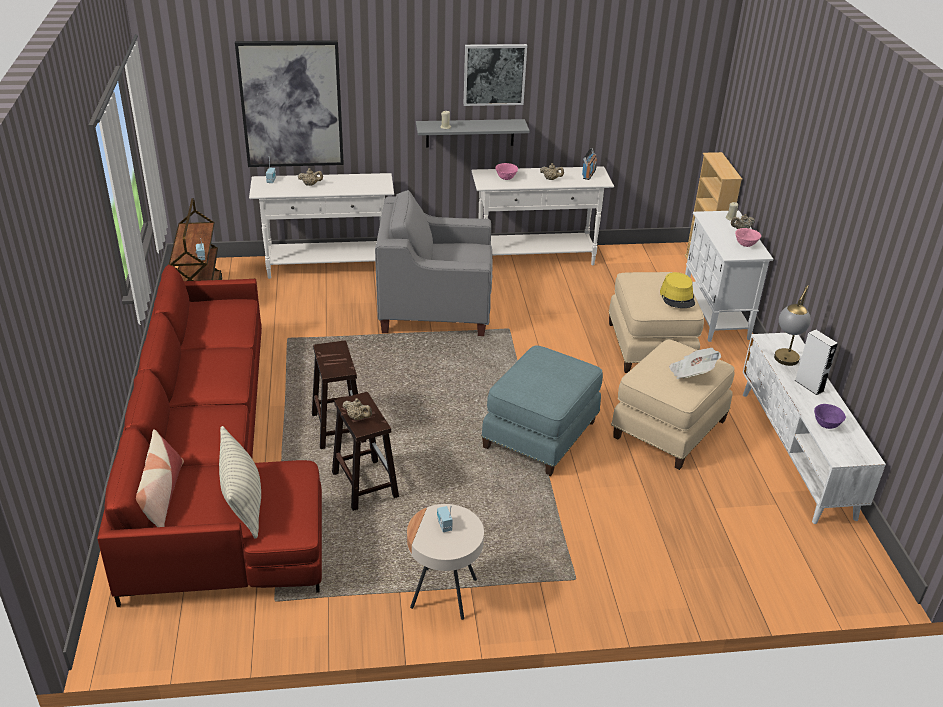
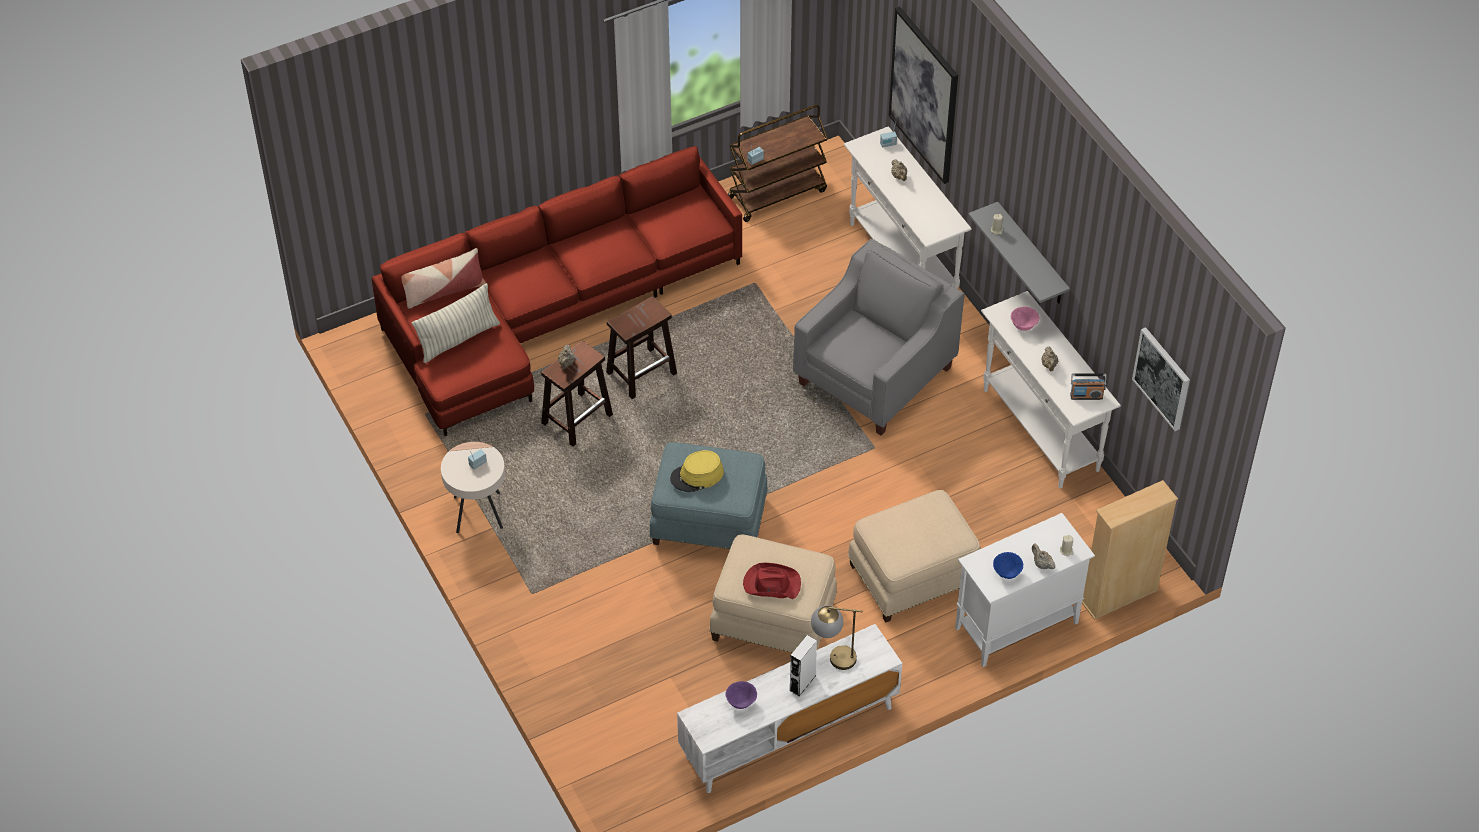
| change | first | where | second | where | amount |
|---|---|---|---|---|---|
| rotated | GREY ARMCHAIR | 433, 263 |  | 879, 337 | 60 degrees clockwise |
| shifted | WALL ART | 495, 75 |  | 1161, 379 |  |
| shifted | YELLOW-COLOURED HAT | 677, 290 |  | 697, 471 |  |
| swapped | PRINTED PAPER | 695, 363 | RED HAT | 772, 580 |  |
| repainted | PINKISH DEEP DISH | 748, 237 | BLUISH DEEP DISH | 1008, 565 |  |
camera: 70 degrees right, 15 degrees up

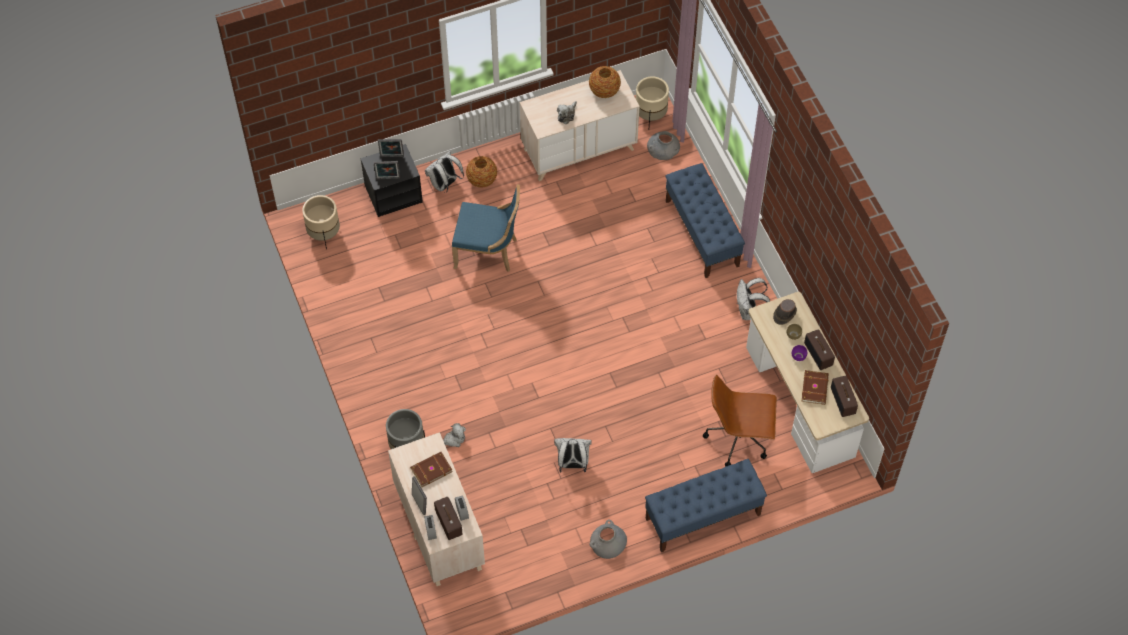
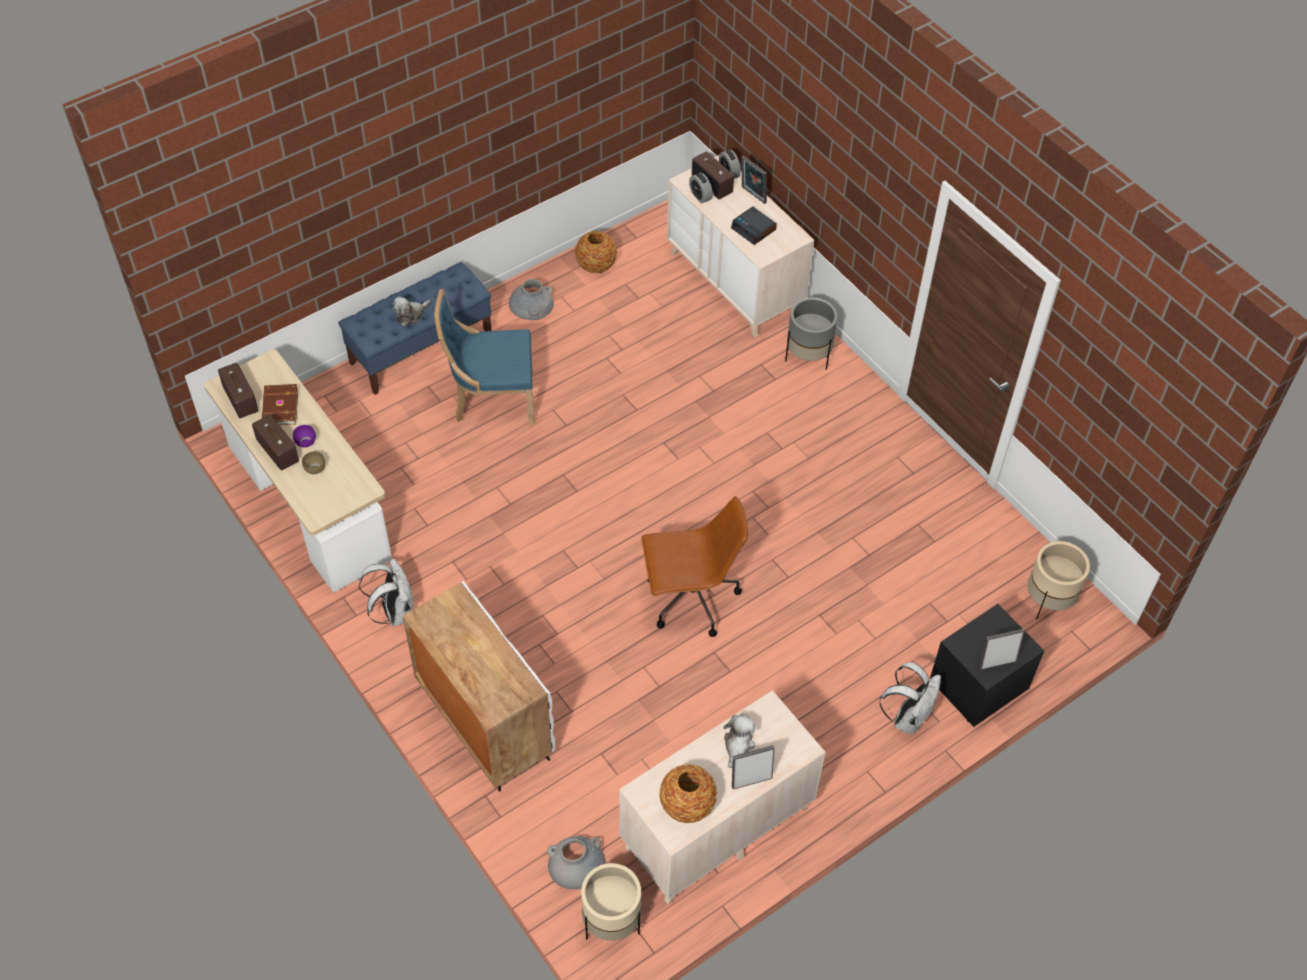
| change | first | where | second | where | amount |
|---|---|---|---|---|---|
| shifted | PICTURE FRAME | 387, 170 |  | 753, 767 |  |
| swapped | BROWNISH VOLUME | 431, 469 | TABLE CLOCK | 754, 225 |  |
| shifted | SOFT TOY | 454, 435 |  | 412, 312 |  |
| shifted | BLUISH PLAIN CHAIR | 486, 228 |  | 484, 357 |  |
| shifted | FLOWER VASE | 481, 171 |  | 596, 252 |  |
| gone | WHITISH KNAPSACK | 573, 455 |  |  |  |
| swapped | BLUISH LONG SEAT | 705, 220 | WHITISH CABINET | 478, 686 |  |
| shifted | BROWNISH OFFICE CHAIR | 740, 420 |  | 694, 566 |  |
| gone | BROWNISH HAT | 785, 312 |  |  |  |
camera: 165 degrees right, 5 degrees down

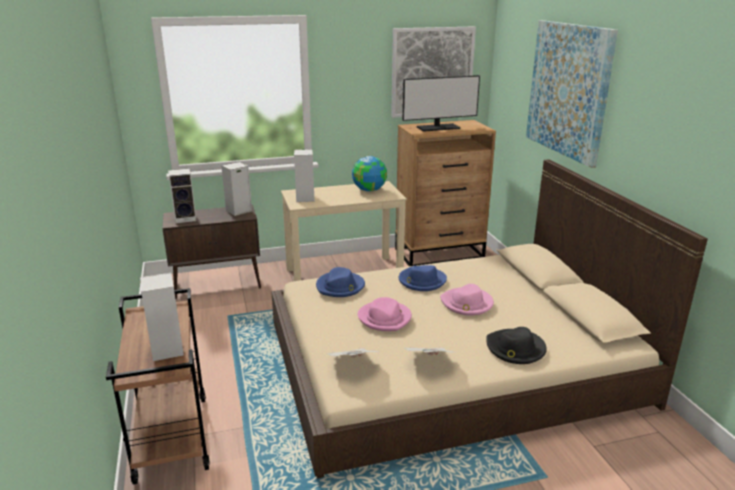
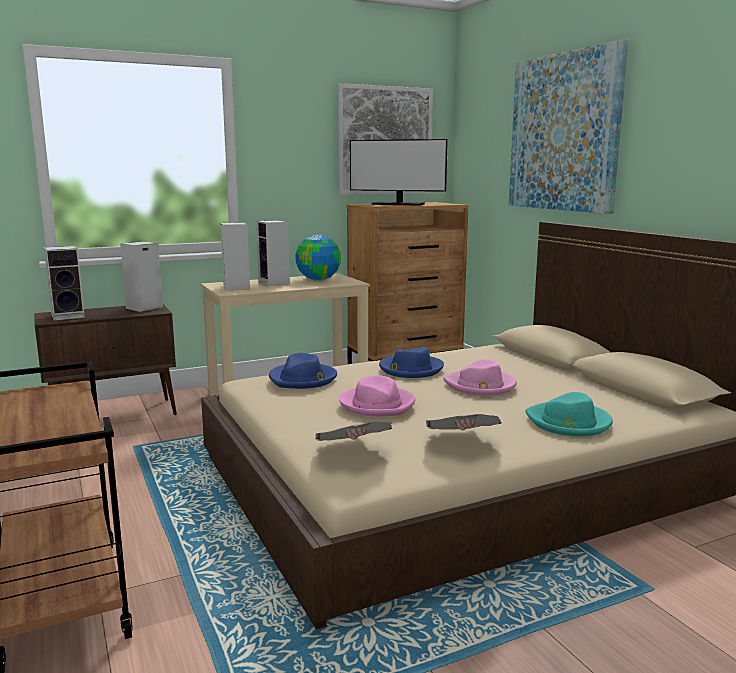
| change | first | where | second | where | amount |
|---|---|---|---|---|---|
| shifted | LOUDSPEAKER | 162, 317 |  | 273, 253 |  |
| rotated | COMPUTER DISPLAY | 441, 103 |  | 399, 172 | 45 degrees clockwise |
| repainted | BLACKISH HAT | 516, 345 | TURQUOISE HAT | 569, 414 |  |
camera: 10 degrees left, 10 degrees down

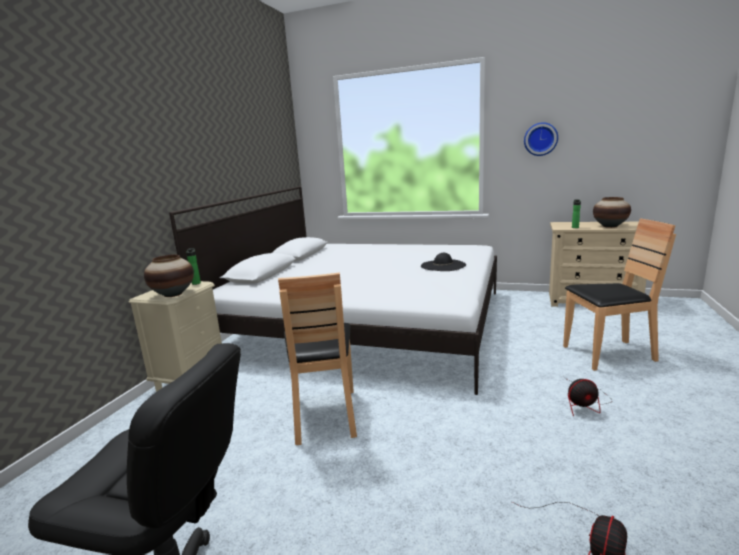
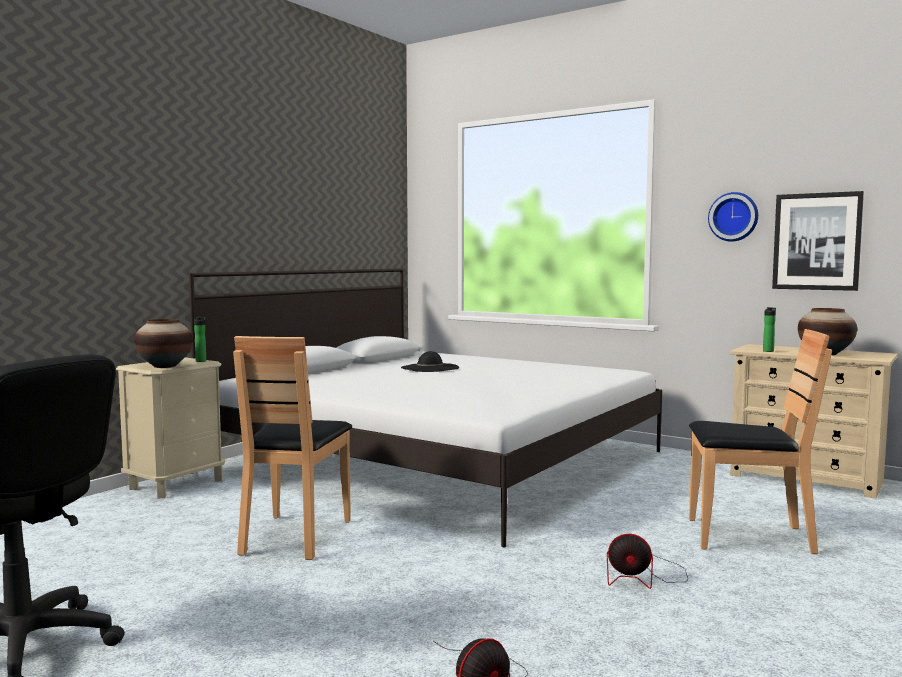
| change | first | where | second | where | amount |
|---|---|---|---|---|---|
| shifted | BLACKISH HAT | 443, 262 |  | 430, 361 |  |
| new |  |  | WALL ART | 818, 241 |  |
camera: 15 degrees right, 10 degrees down

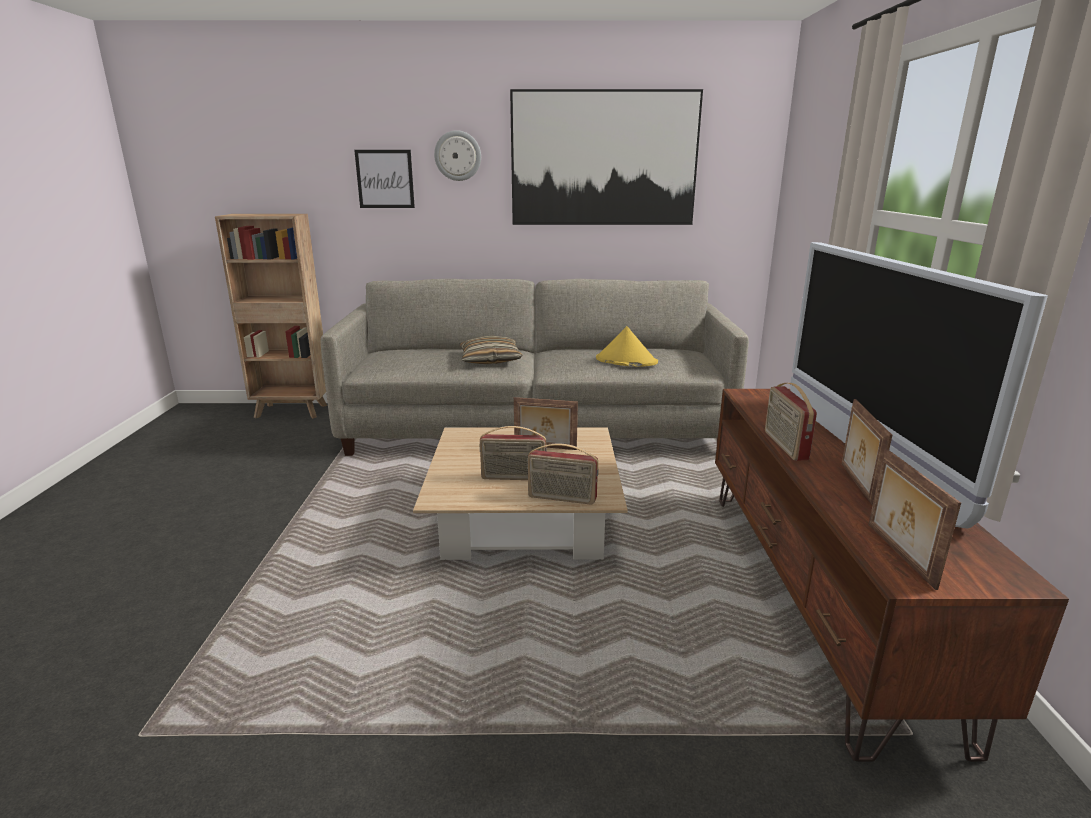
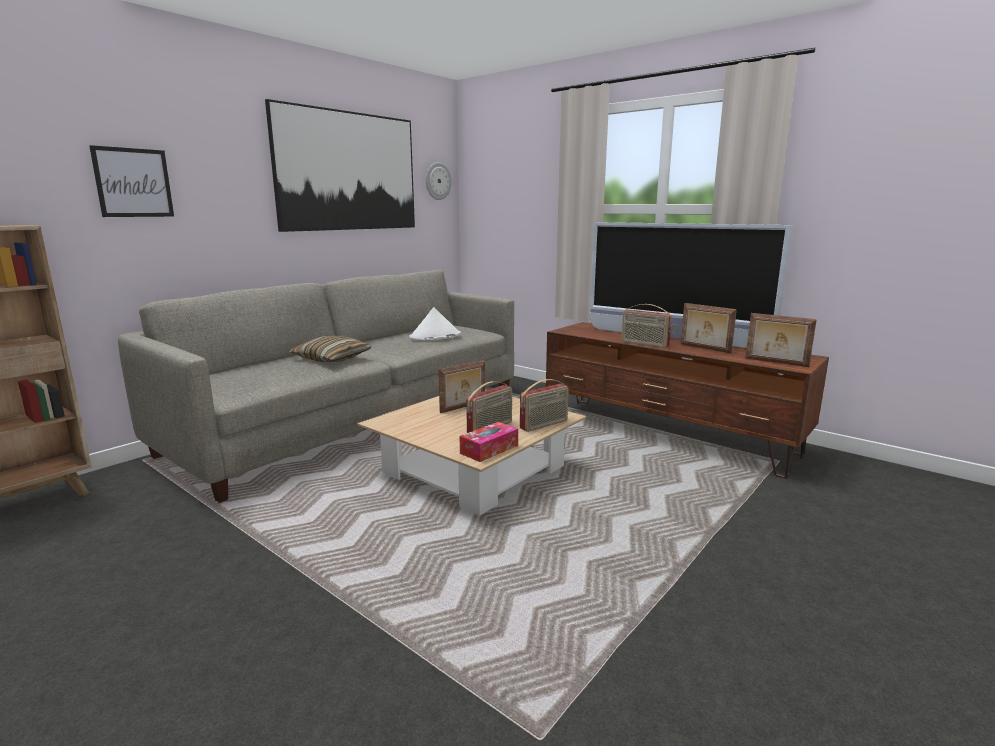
| change | first | where | second | where | amount |
|---|---|---|---|---|---|
| shifted | HANGING CLOCK | 457, 155 |  | 439, 181 |  |
| repainted | YELLOW-COLOURED HAT | 627, 346 | WHITISH HAT | 435, 324 |  |
| new |  |  | TISSUE BOX | 489, 442 |  |
camera: 50 degrees left, 5 degrees down

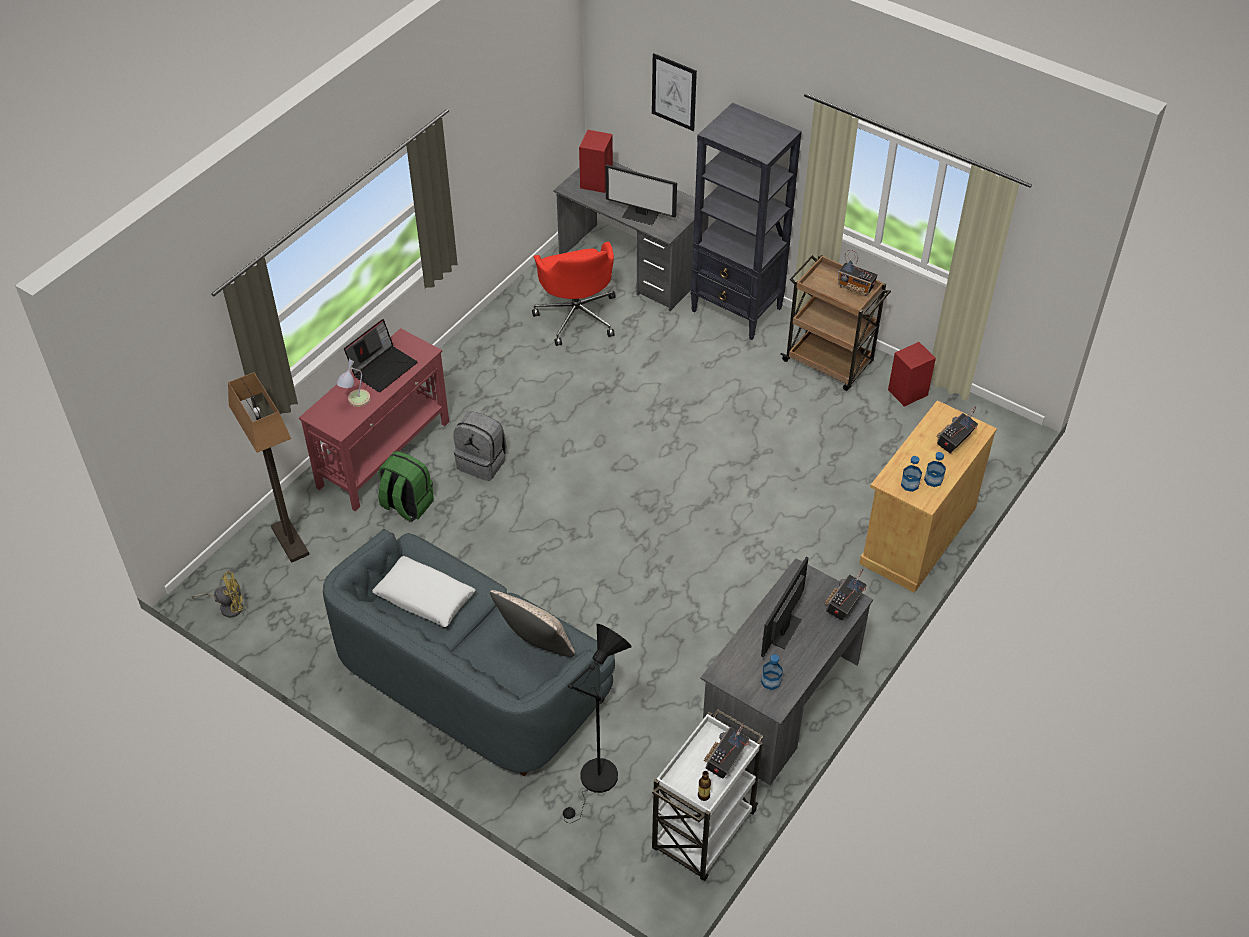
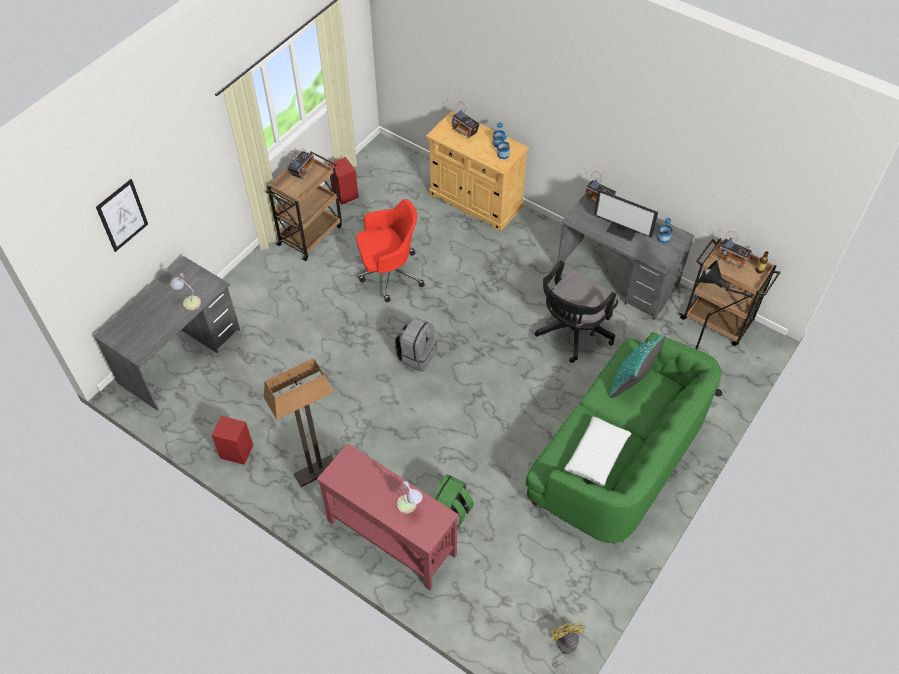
| change | first | where | second | where | amount |
|---|---|---|---|---|---|
| shifted | STANDING LAMP | 268, 467 |  | 299, 422 |  |
| repainted | GREY SOFA | 469, 652 | GREEN-COLOURED SOFA | 623, 437 |  |
| gone | NOTEBOOK COMPUTER | 380, 355 |  |  |  |
| shifted | GREY KNAPSACK | 480, 446 |  | 415, 344 |  |
| repainted | BEIGE-COLOURED THROW PILLOW | 532, 623 | TURQUOISE THROW PILLOW | 637, 366 |  |
| shifted | RED OFFICE CHAIR | 574, 294 |  | 390, 250 |  |
| shifted | RED LOUDSPEAKER | 596, 161 |  | 232, 440 |  |
| swapped | COMPUTER DISPLAY | 641, 195 | TABLETOP LAMP | 185, 291 |  |
| repainted | WHITISH CART | 708, 795 | BROWNISH CART | 730, 292 |  |
| gone | BLACKISH SHELVING UNIT | 746, 221 |  |  |  |
| new |  |  | BLACKISH OFFICE CHAIR | 576, 312 |  |
camera: 90 degrees left, 5 degrees up

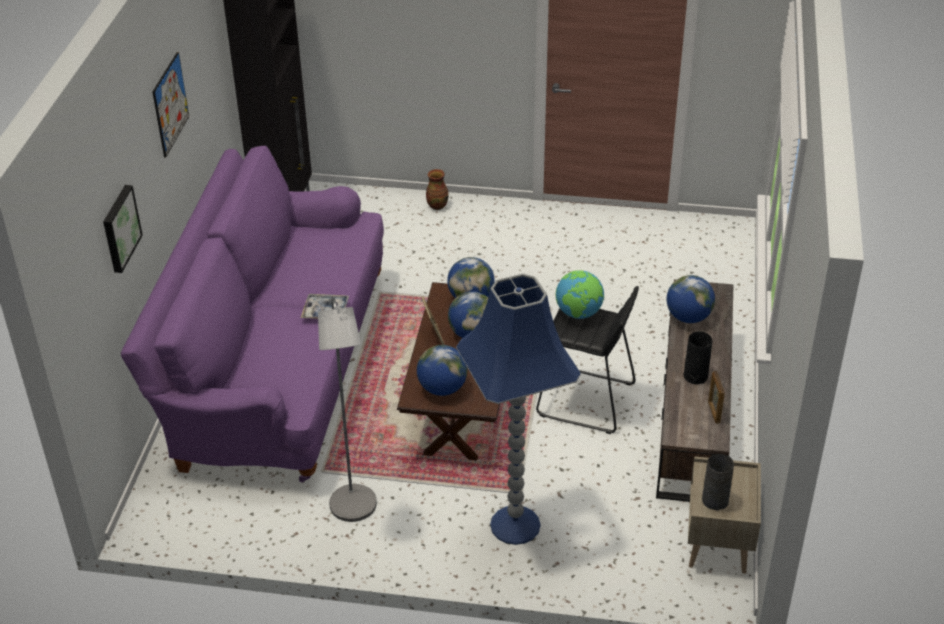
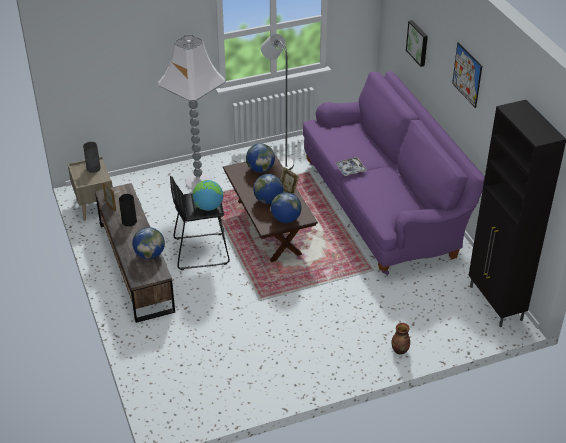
| change | first | where | second | where | amount |
|---|---|---|---|---|---|
| repainted | BLUISH STANDING LAMP | 518, 409 | WHITISH STANDING LAMP | 191, 112 |  |
camera: 150 degrees right, 0 degrees up

